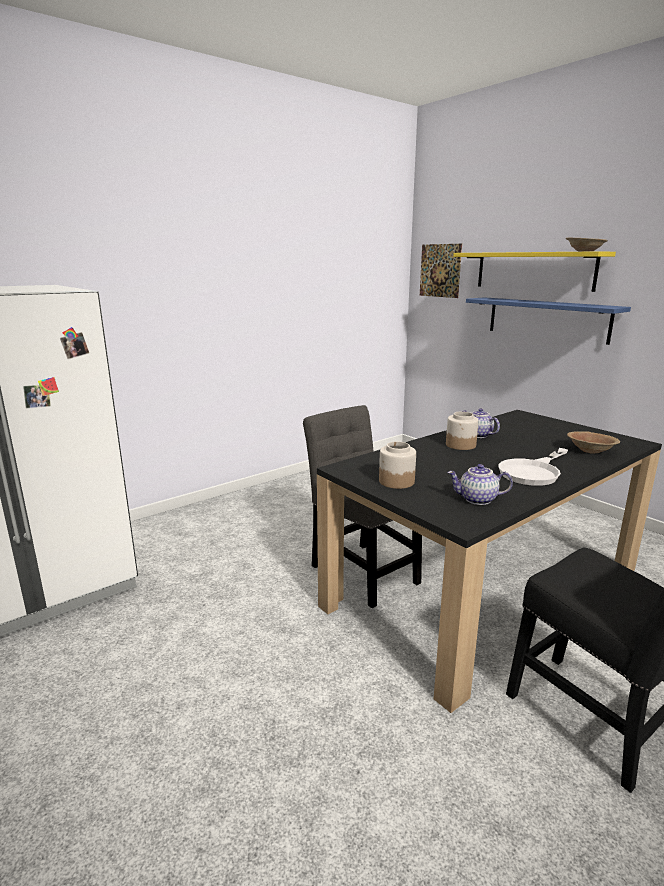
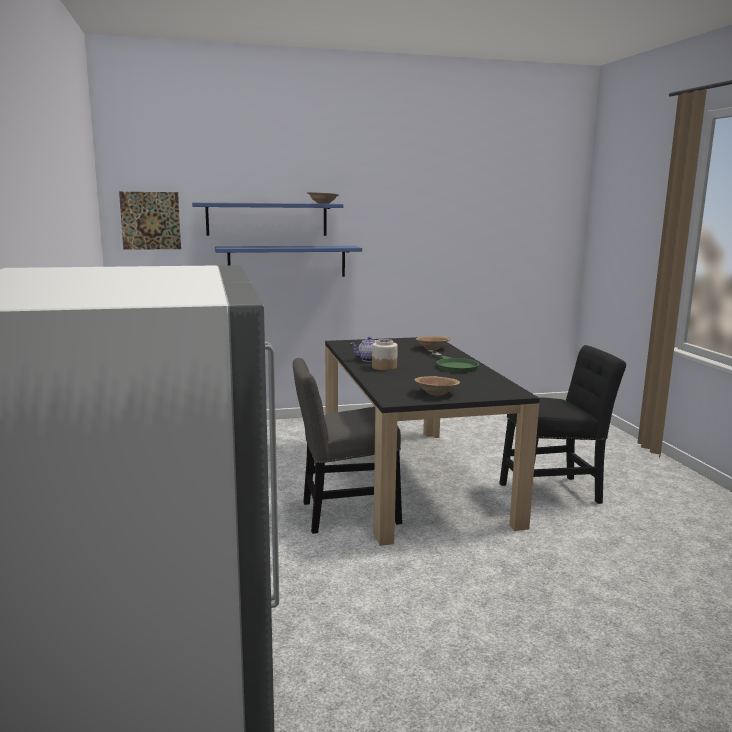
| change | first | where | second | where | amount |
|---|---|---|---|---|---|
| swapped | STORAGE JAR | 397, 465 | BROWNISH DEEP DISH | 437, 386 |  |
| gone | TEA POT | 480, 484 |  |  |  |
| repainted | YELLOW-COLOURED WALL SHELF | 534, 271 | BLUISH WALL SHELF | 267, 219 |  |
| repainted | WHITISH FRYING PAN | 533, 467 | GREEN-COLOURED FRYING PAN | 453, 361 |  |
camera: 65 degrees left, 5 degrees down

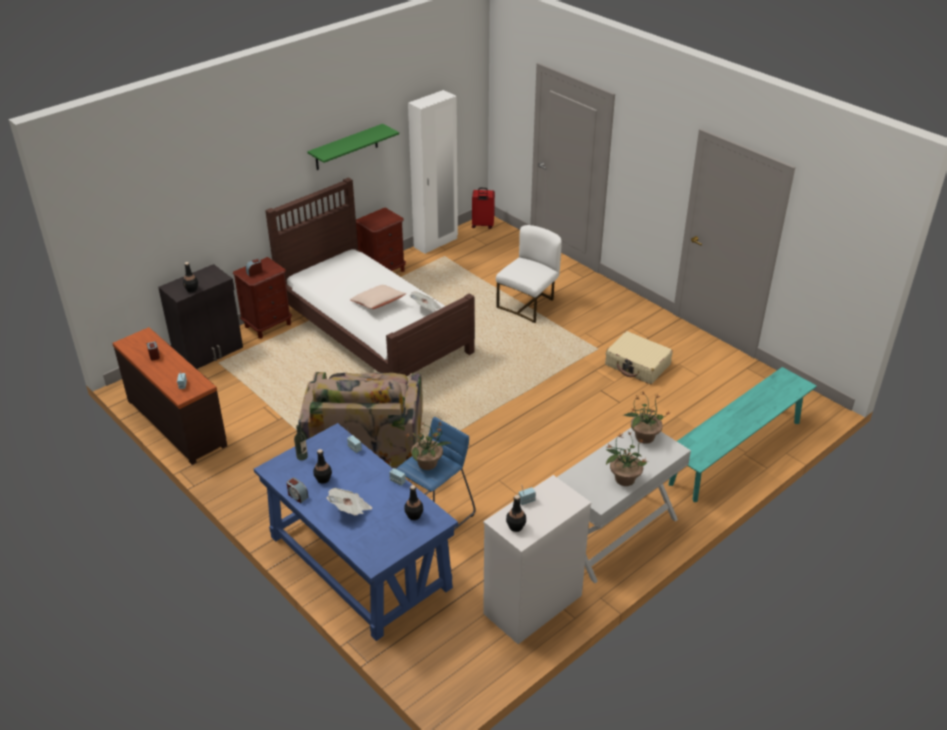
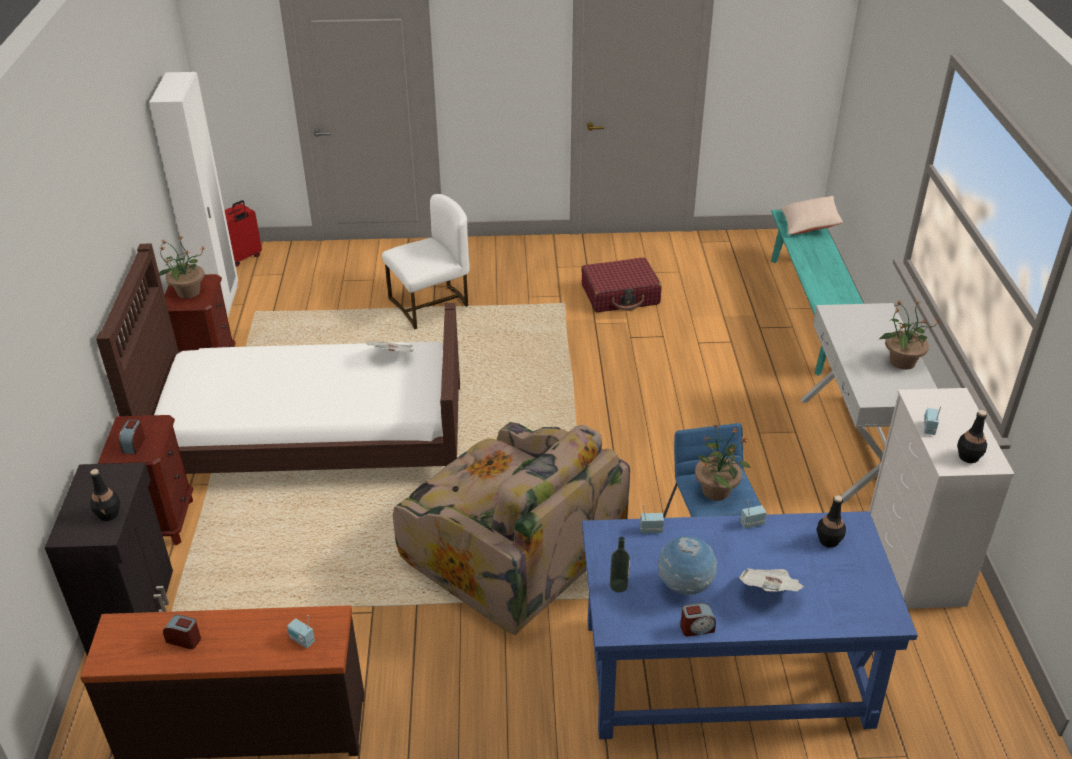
| change | first | where | second | where | amount |
|---|---|---|---|---|---|
| gone | GREEN-COLOURED WALL SHELF | 353, 147 |  |  |  |
| swapped | BLACKISH DRINK BOTTLE | 322, 466 | GLOBE | 687, 565 |  |
| shifted | BEIGE-COLOURED THROW PILLOW | 378, 297 |  | 812, 215 |  |
| rotated | WHITISH PLAIN CHAIR | 529, 274 |  | 426, 261 | 75 degrees clockwise |
| repainted | BEIGE-COLOURED PIECE OF LUGGAGE | 639, 357 | RED PIECE OF LUGGAGE | 621, 284 |  |
| shifted | POTTED PLANT | 646, 417 |  | 182, 267 |  |
camera: 50 degrees left, 0 degrees up

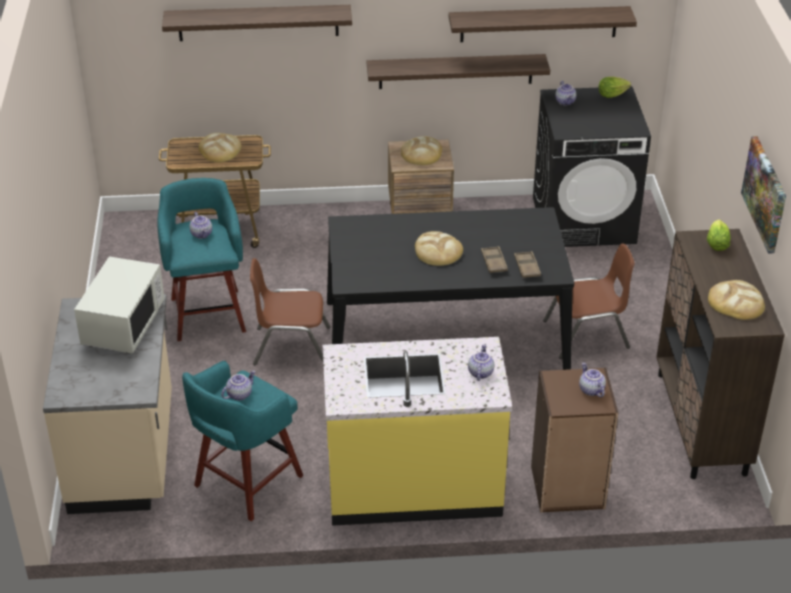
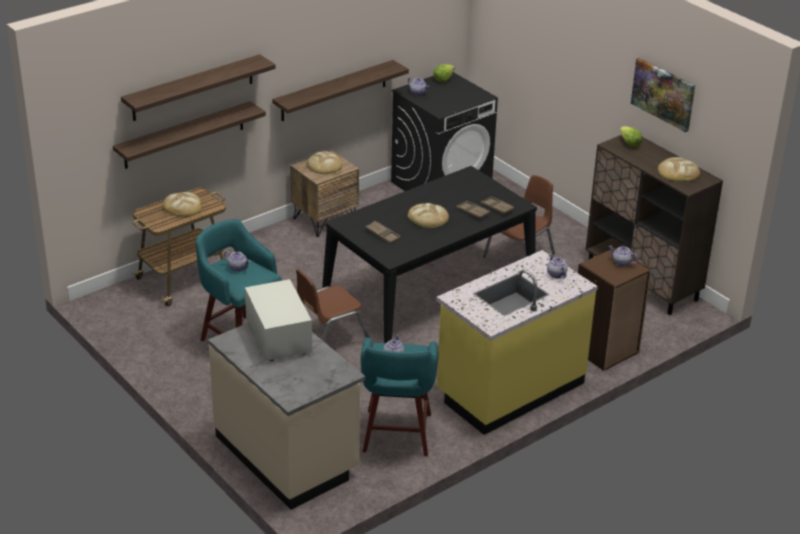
| change | first | where | second | where | amount |
|---|---|---|---|---|---|
| shifted | WALL SHELF | 543, 24 |  | 189, 135 |  |
| new |  |  | BROWNISH CARRYING TRAY | 383, 232 |  |
camera: 35 degrees left, 5 degrees down

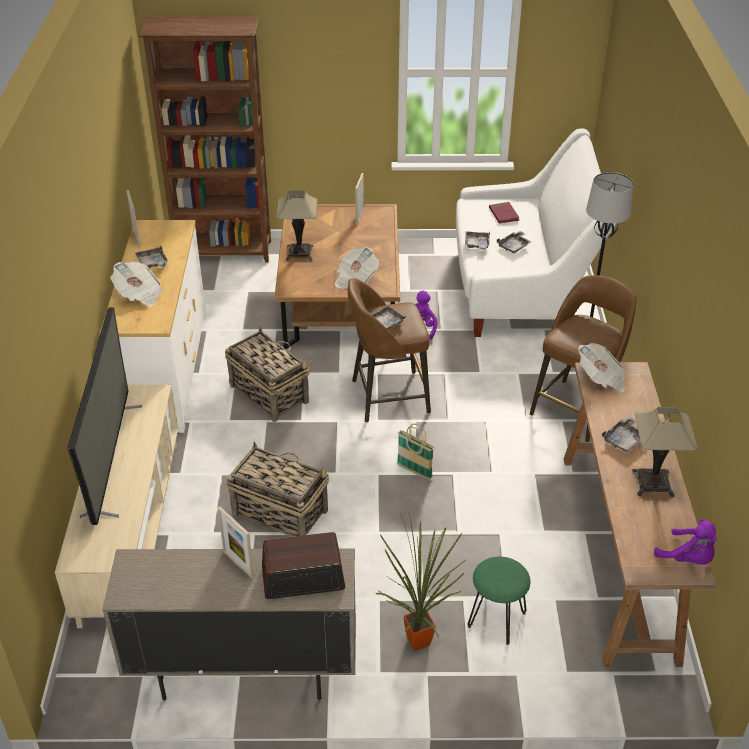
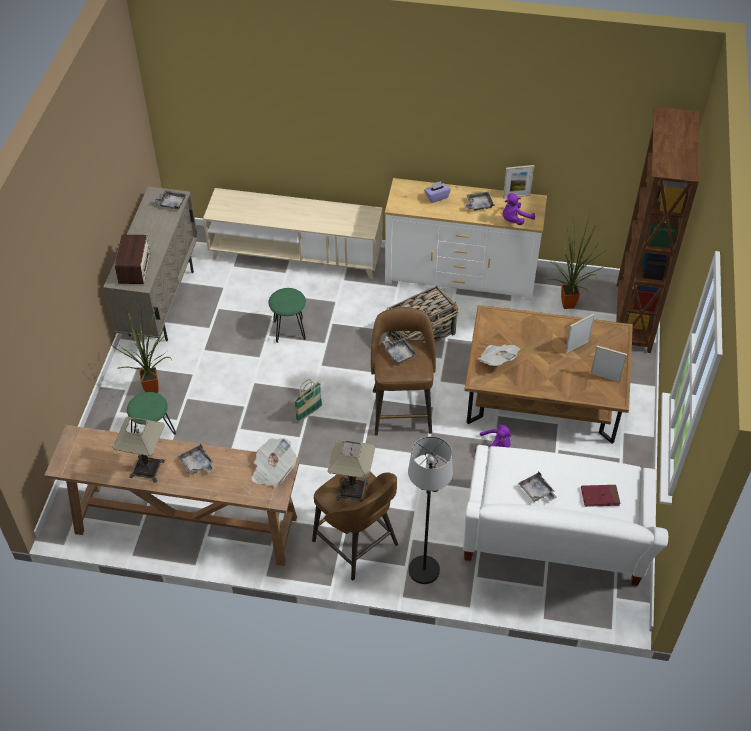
| change | first | where | second | where | amount |
|---|---|---|---|---|---|
| gone | TV | 105, 416 |  |  |  |
| swapped | PRINTED PAPER | 137, 284 | PURPLE-COLOURED TISSUE BOX | 437, 192 |  |
| shifted | PICTURE FRAME | 236, 542 |  | 580, 333 |  |
| swapped | HOUSEHOLD BASKET | 277, 489 | GREEN-COLOURED STOOL | 287, 315 |  |
| shifted | TABLETOP LAMP | 297, 225 |  | 351, 470 |  |
| shifted | GREY CARRYING TRAY | 477, 240 |  | 169, 200 |  |
| shifted | PURPLE-COLOURED SOFT TOY | 685, 542 |  | 519, 209 |  |
| new |  |  | POTTED PLANT | 576, 260 |  |
camera: 100 degrees right, 10 degrees up

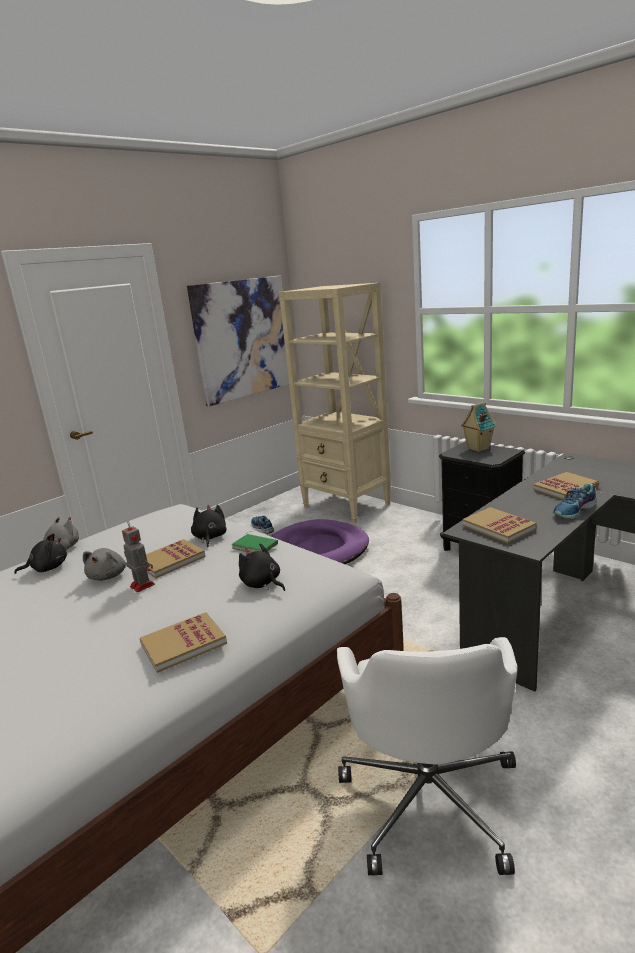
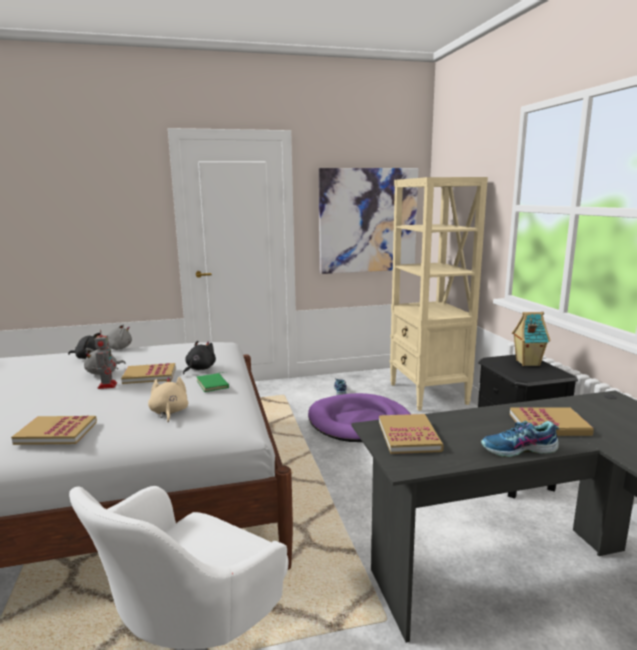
| change | first | where | second | where | amount |
|---|---|---|---|---|---|
| repainted | BLACKISH SOFT TOY | 262, 567 | BEIGE-COLOURED SOFT TOY | 168, 400 |  |
camera: 30 degrees right, 5 degrees down

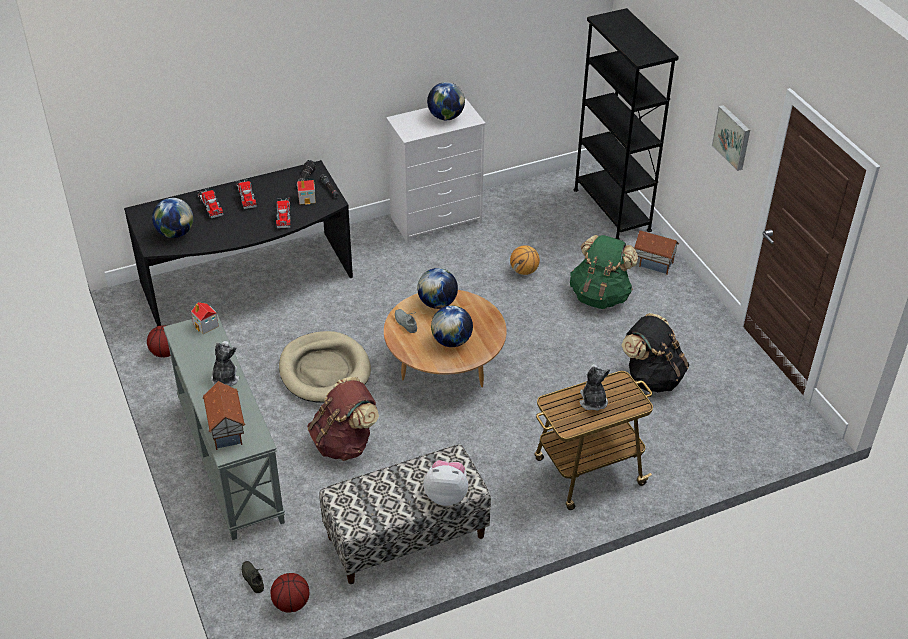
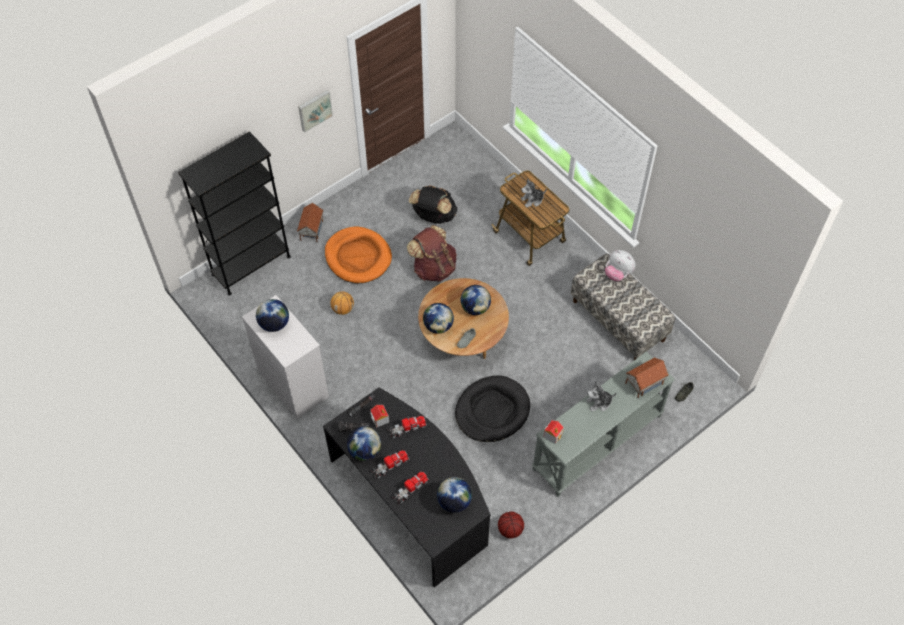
| change | first | where | second | where | amount |
|---|---|---|---|---|---|
| gone | BASKETBALL | 290, 593 |  |  |  |
| repainted | BEIGE-COLOURED DOG BED | 325, 367 | BLACKISH DOG BED | 492, 409 |  |
| shifted | BROWNISH KNAPSACK | 343, 419 |  | 432, 253 |  |
| rotated | SOFT TOY | 445, 483 |  | 620, 265 | 45 degrees counterclockwise |
| swapped | GREEN-COLOURED KNAPSACK | 604, 271 | ORANGE-COLOURED DOG BED | 358, 255 |  |
| new |  |  | GLOBE | 364, 443 |  |
camera: 105 degrees left, 15 degrees up

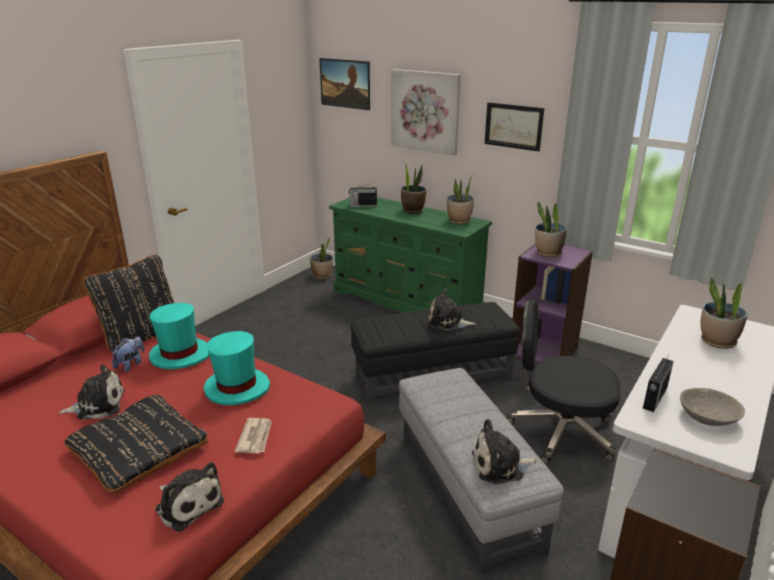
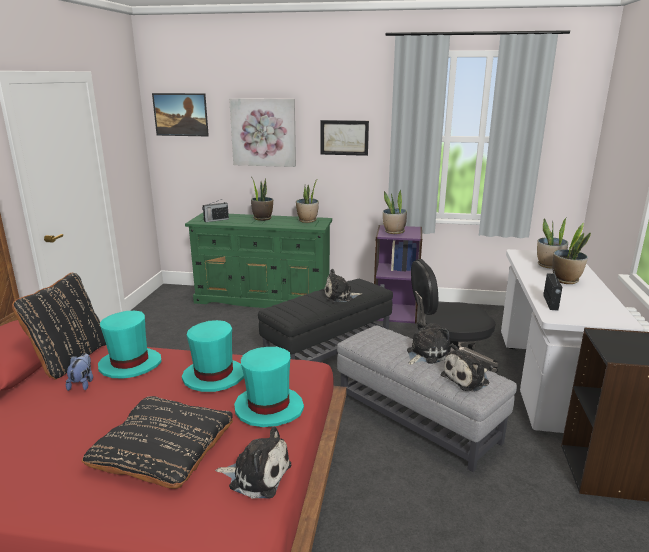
| change | first | where | second | where | amount |
|---|---|---|---|---|---|
| shifted | SOFT TOY | 92, 391 |  | 428, 343 |  |
| swapped | PRINTED PAPER | 253, 436 | TURQUOISE HAT | 269, 387 |  |
| shifted | POTTED PLANT | 321, 258 |  | 571, 253 |  |
| gone | GREY DEEP DISH | 712, 407 |  |  |  |
camera: 25 degrees left, 5 degrees down

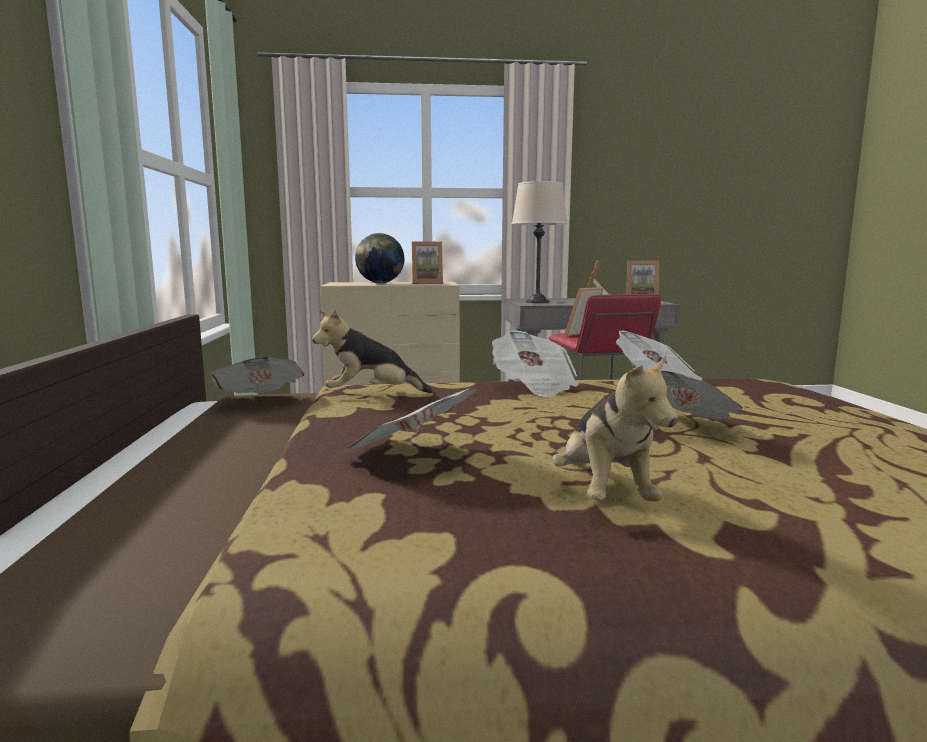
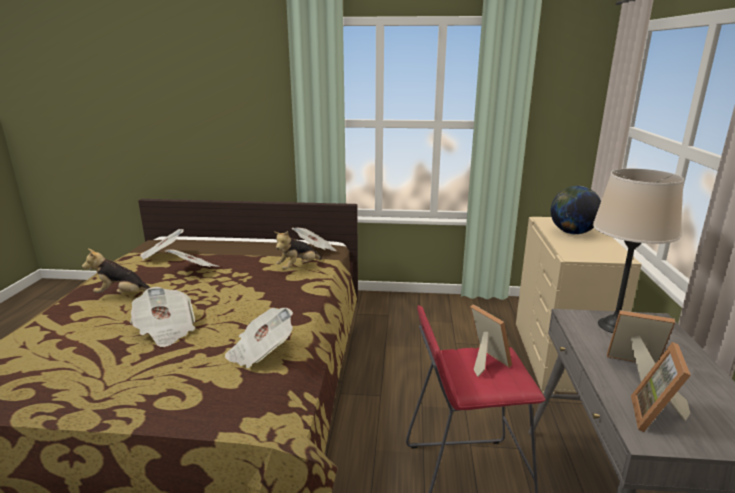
| change | first | where | second | where | amount |
|---|---|---|---|---|---|
| rotated | SOFT TOY | 372, 351 |  | 298, 250 | 135 degrees counterclockwise |
| gone | PICTURE FRAME | 427, 263 |  |  |  |
| shifted | PRINTED PAPER | 535, 363 |  | 162, 245 |  |
camera: 100 degrees right, 10 degrees up

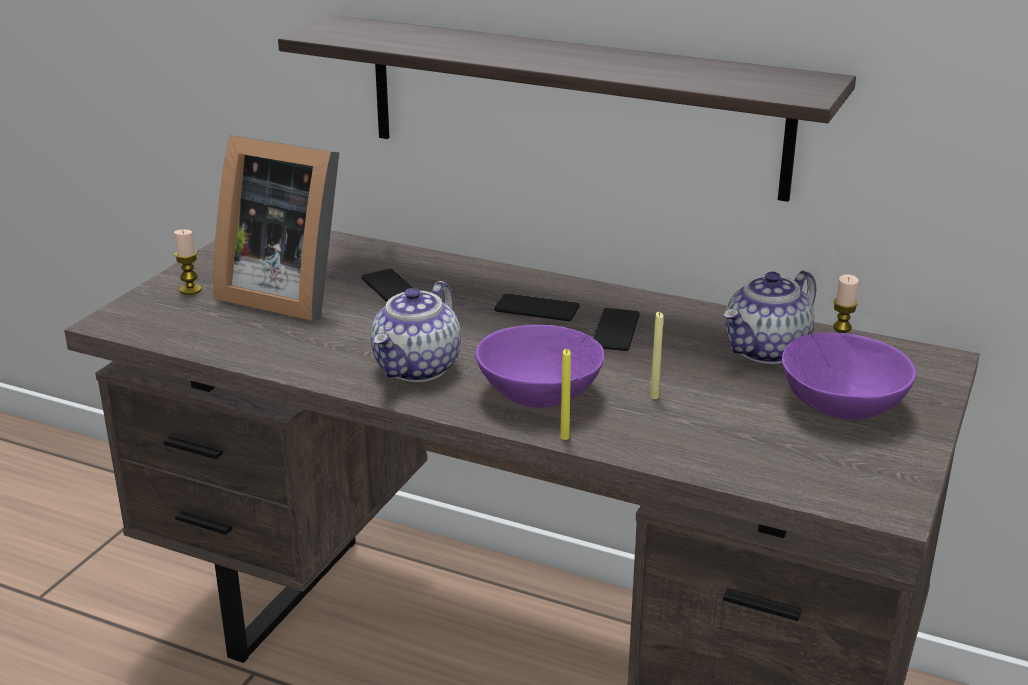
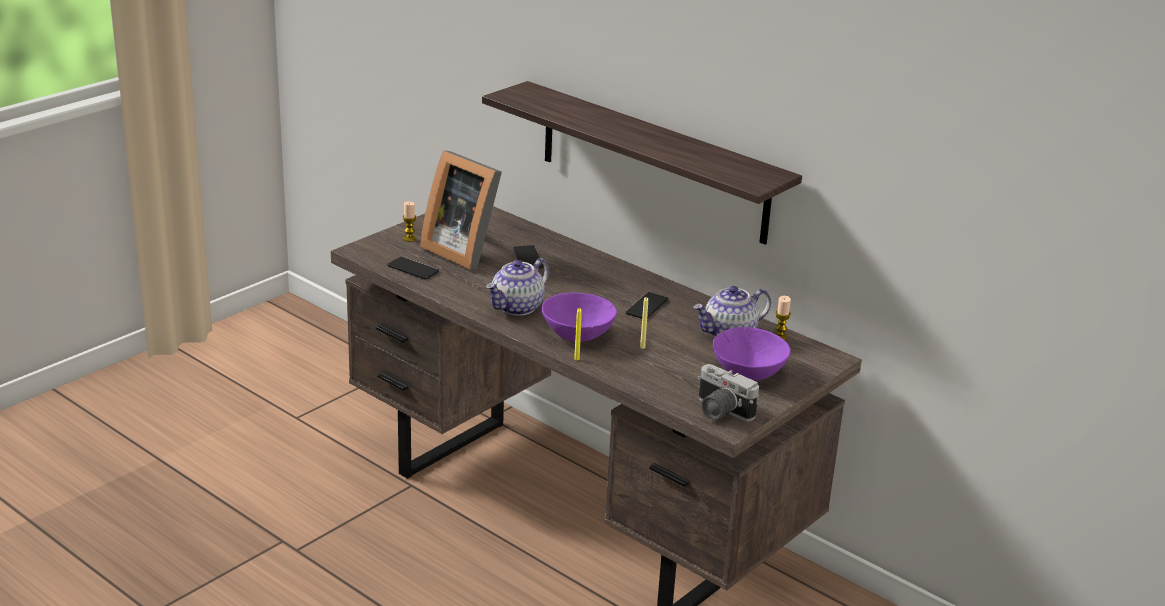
| change | first | where | second | where | amount |
|---|---|---|---|---|---|
| shifted | PHONE | 537, 307 |  | 413, 268 |  |
| new |  |  | PHOTO CAMERA | 728, 392 |  |
camera: 15 degrees right, 0 degrees up

